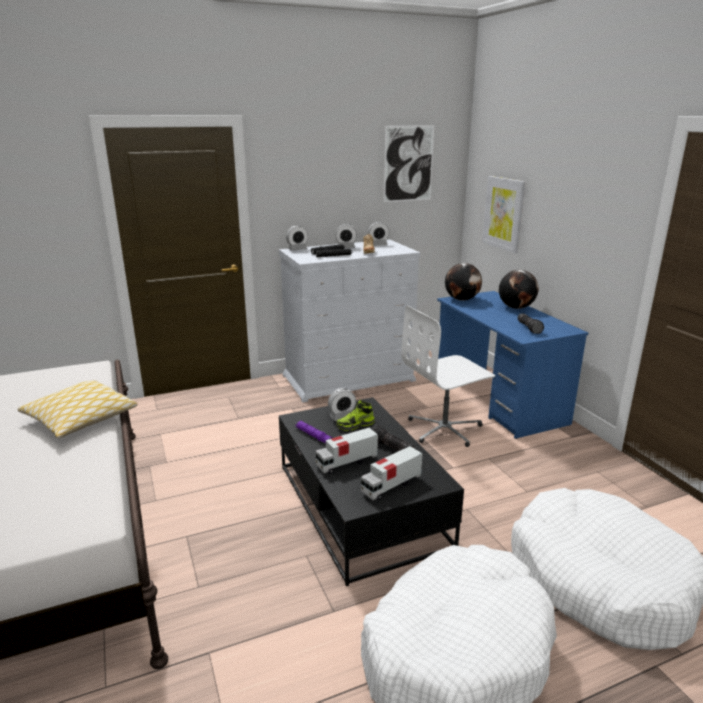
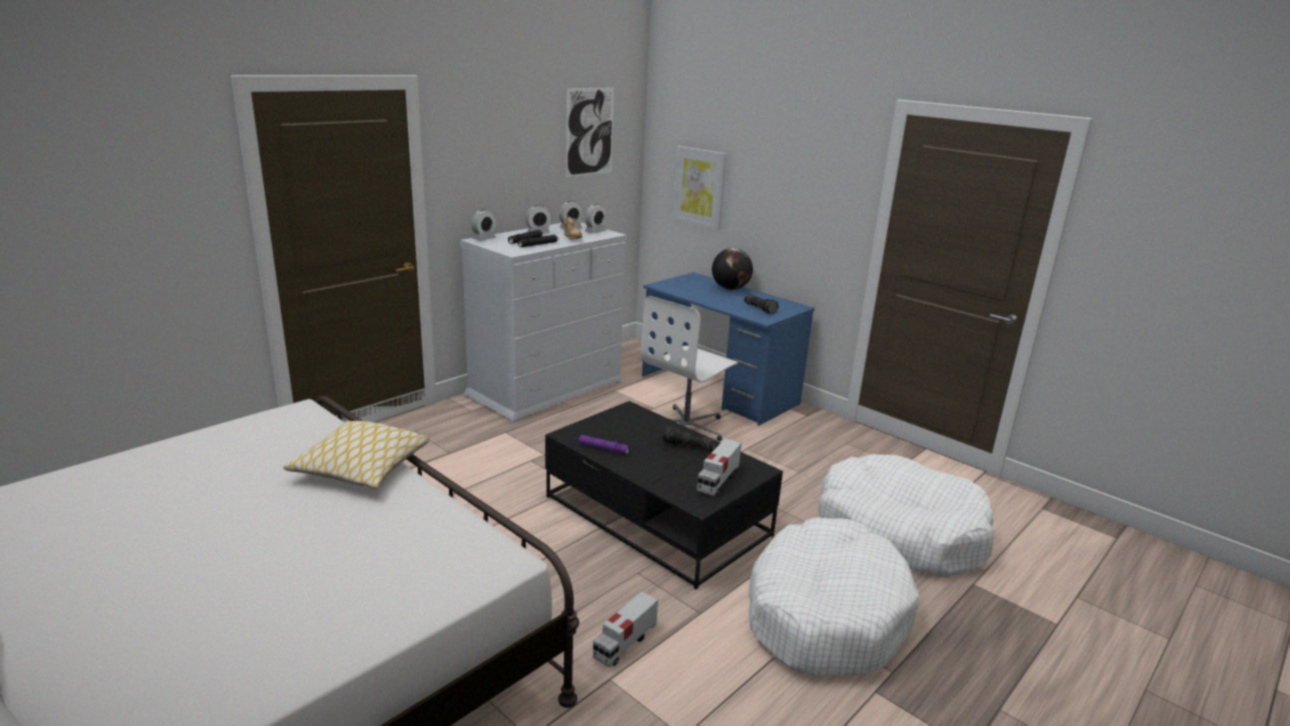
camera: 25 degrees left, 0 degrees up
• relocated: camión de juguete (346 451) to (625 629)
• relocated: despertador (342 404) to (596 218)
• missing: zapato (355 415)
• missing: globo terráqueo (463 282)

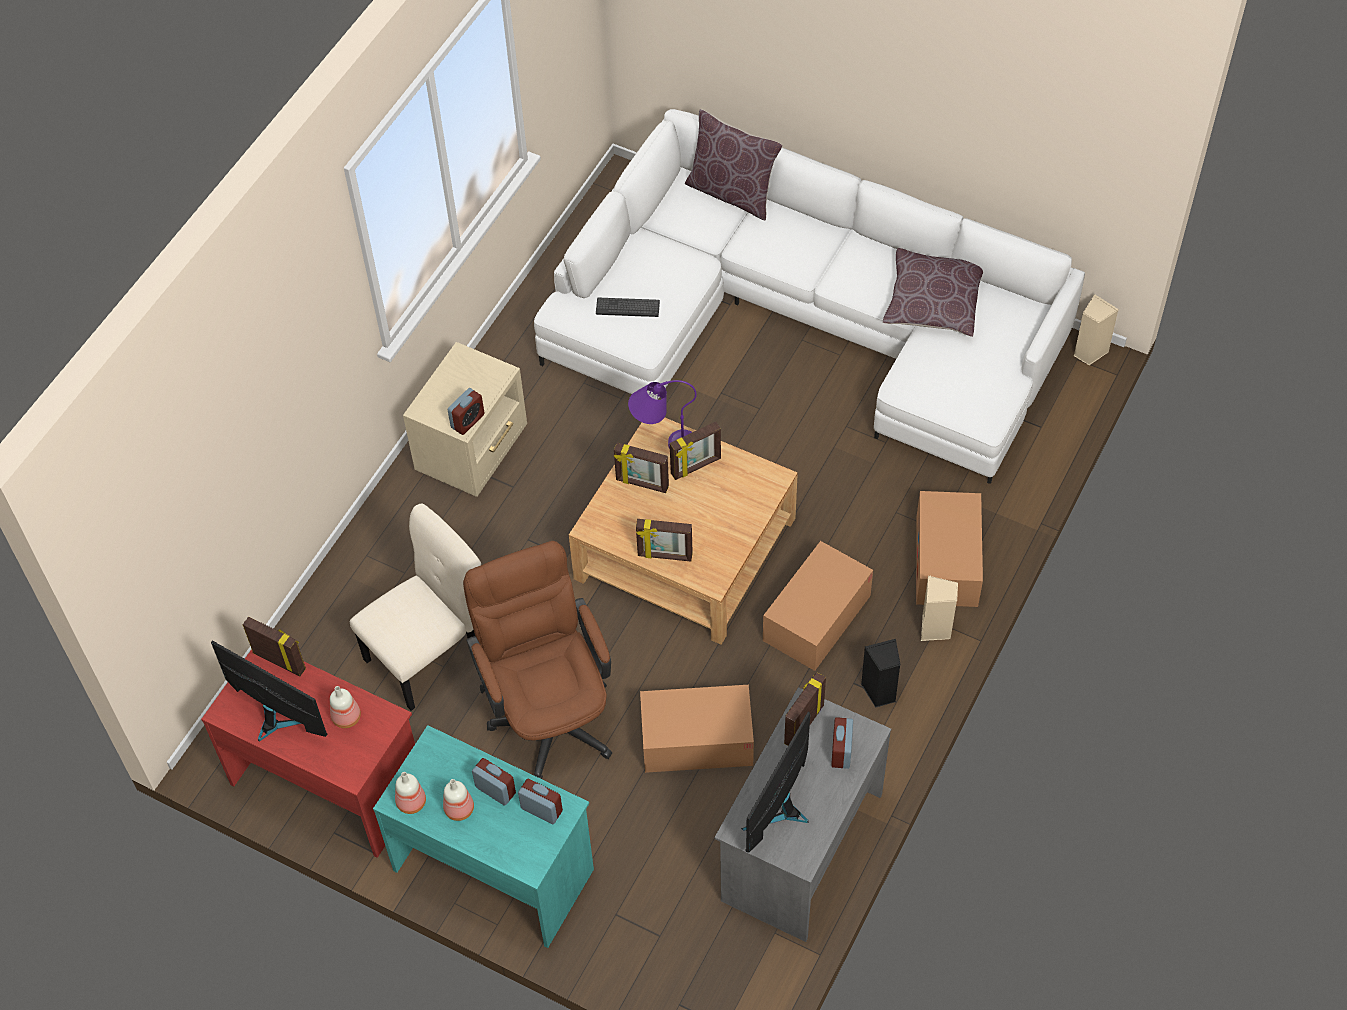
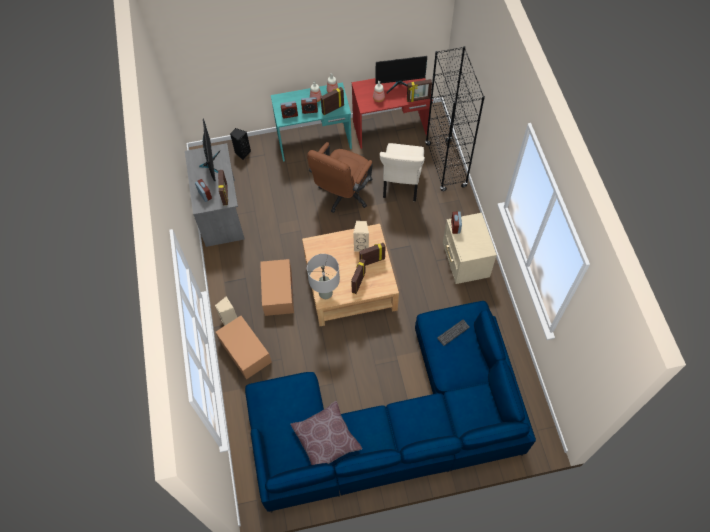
camera: 140 degrees right, 5 degrees up
• spun: silla de oficina (marrón) (537 660) = (340 177) 90 degrees clockwise
• colour: sofá (blanco) (809 296) to sofá (azul) (390 407)
• missing: lámpara de mesa (morado) (662 414)
• relocated: portarretratos (664 540) to (332 101)
• missing: caja de cartón (697 729)
• missing: cojín (marrón) (733 165)
• relocated: altavoz (negro) (881 673) to (240 144)
• relocated: altavoz (beis) (1096 329) to (361 236)
• appeared: lámpara de mesa (gris) (323 276)
• appeared: estantería (negro) (455 118)

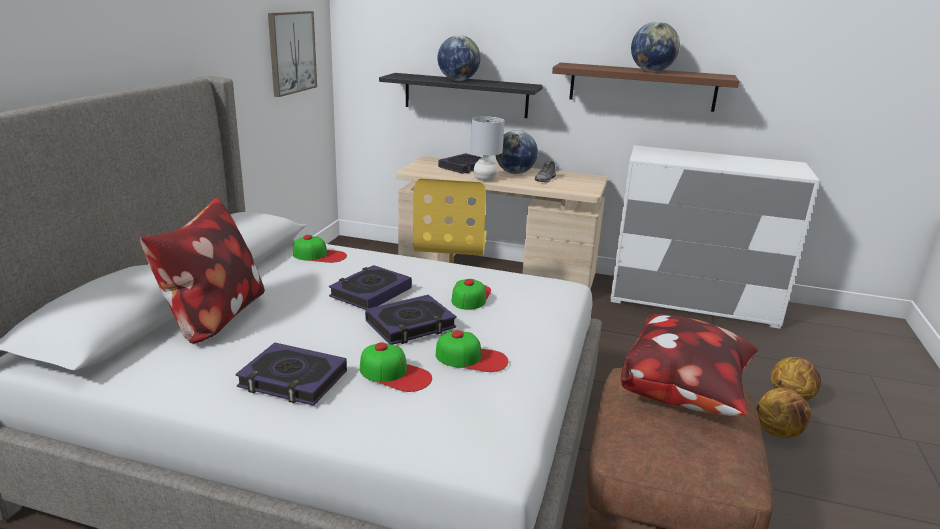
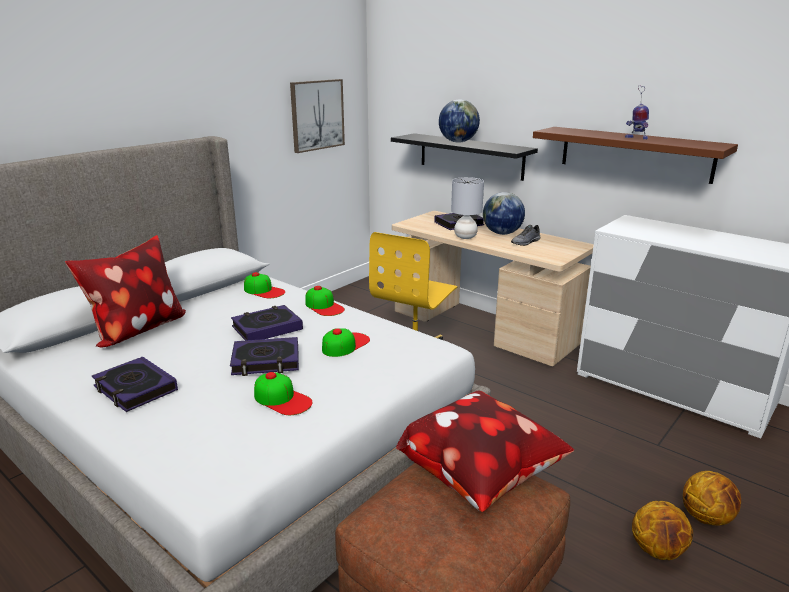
camera: 25 degrees right, 0 degrees up
• relocated: gorra (396 367) to (325 301)
• exchanged: globo terráqueo (655 47) to robot de juguete (637 112)

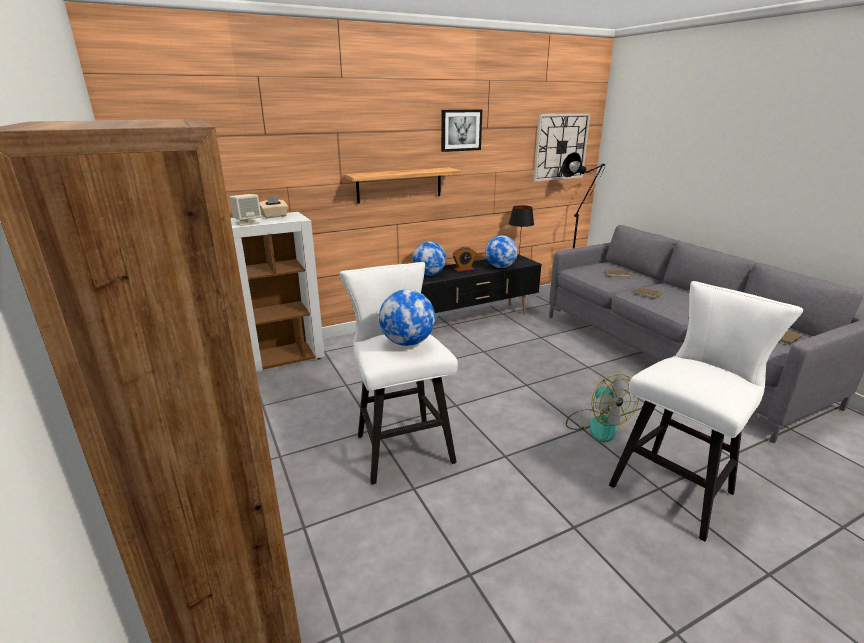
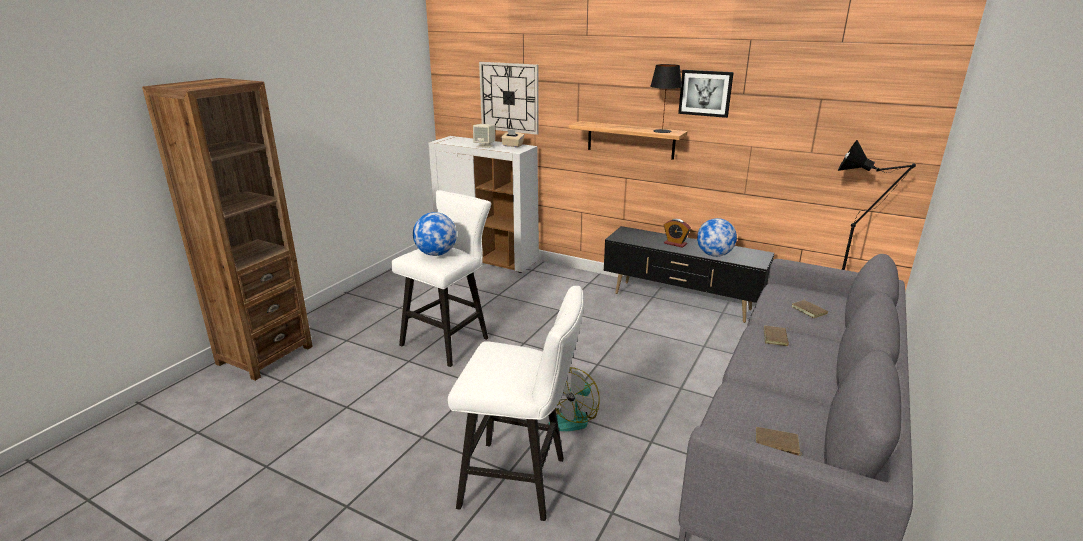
camera: 55 degrees right, 0 degrees up
• missing: globo terráqueo (429 258)
• relocated: lámpara de mesa (negro) (521 232) to (666 98)
• relocated: reloj de pared (562 147) to (509 98)

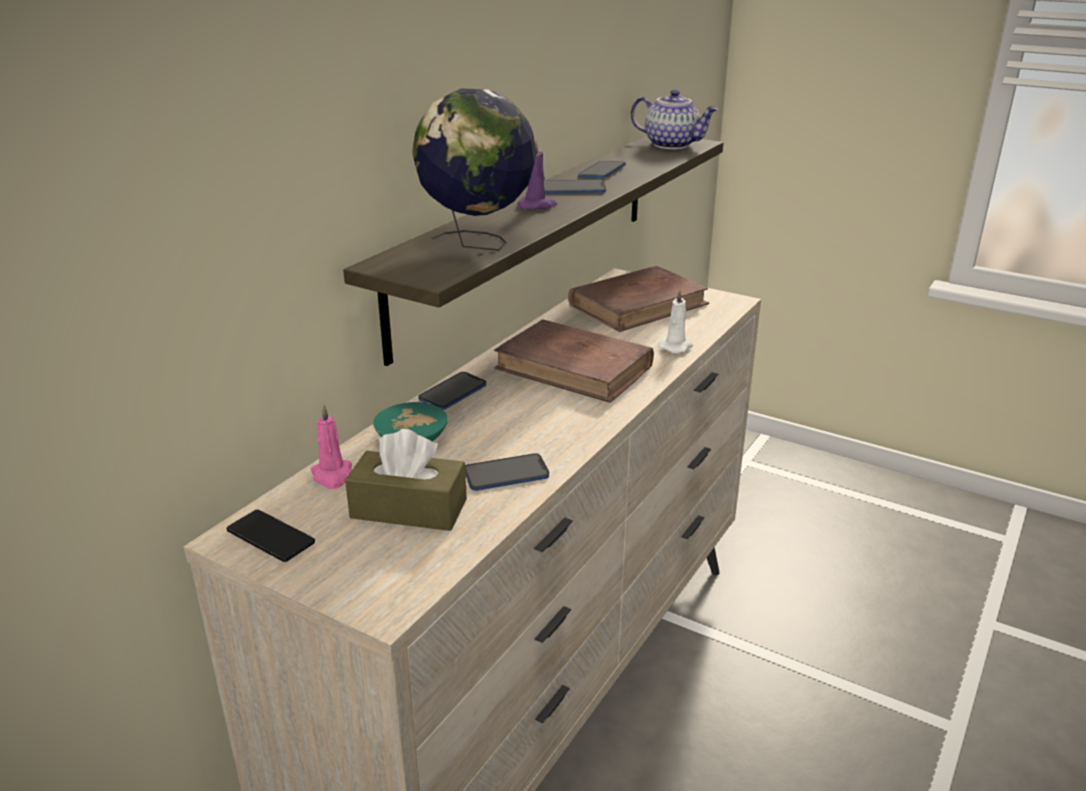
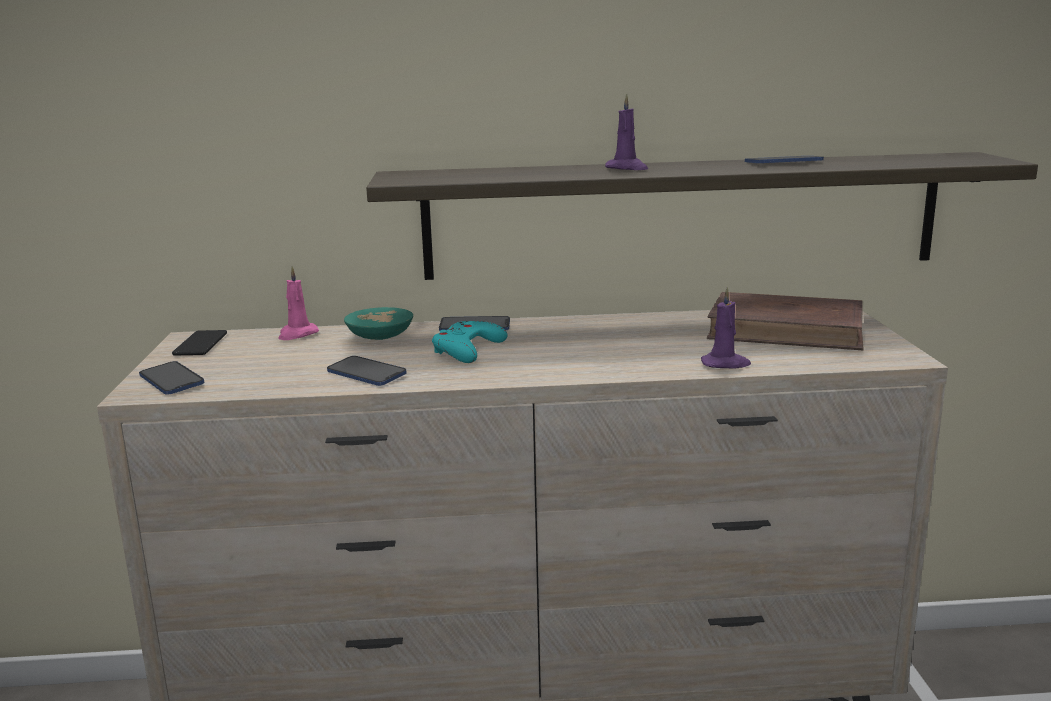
camera: 55 degrees right, 10 degrees down
• missing: caja de pañuelos (marrón) (406 480)
• missing: globo terráqueo (474 170)
• missing: libro (marrón) (574 361)
• relocated: móvil (575 186) to (171 378)
• missing: tetera (675 119)
• colour: vela (blanco) (675 321) to vela (morado) (726 328)
• appeared: mando de consola (turquesa) (470 342)

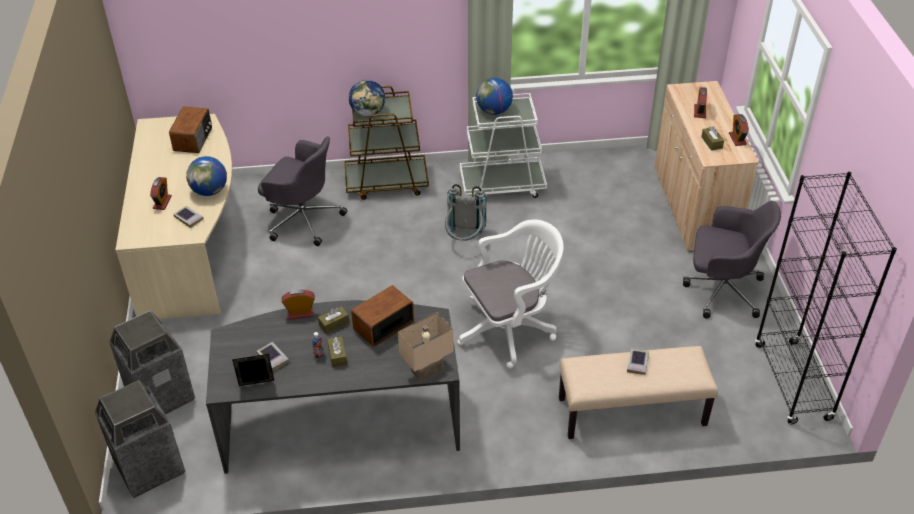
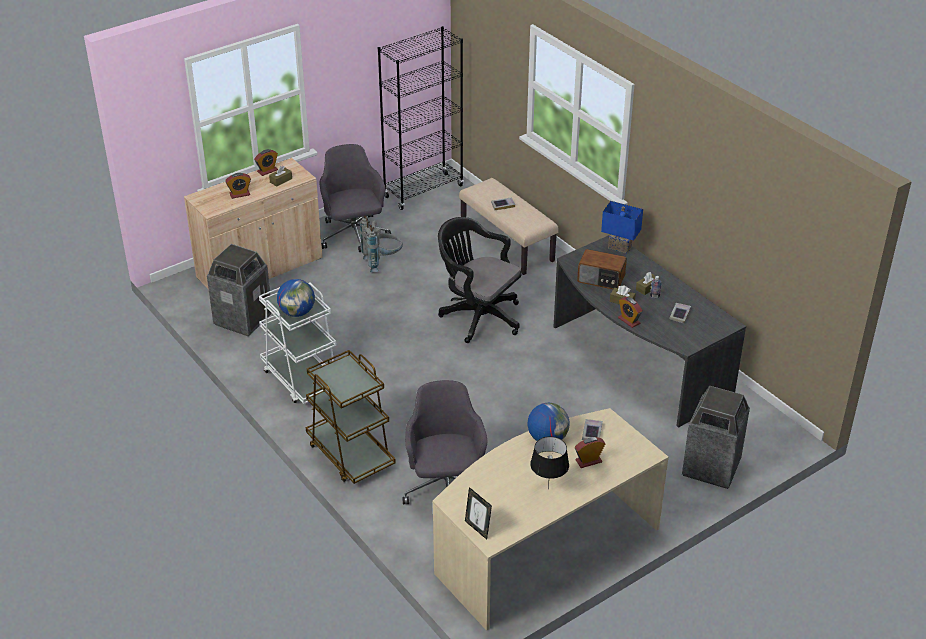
camera: 120 degrees left, 5 degrees down
• relocated: papelera (139 439) to (239 290)
• missing: radio (190 129)
• relocated: portarretratos (253 370) to (478 513)
• missing: globo terráqueo (367 98)
• colour: lámpara de mesa (beis) (426 347) to lámpara de mesa (azul) (622 227)
• relocated: mochila (gris) (466 212) to (381 244)
• colour: silla de oficina (blanco) (510 294) to silla de oficina (negro) (480 280)
• appeared: lámpara de mesa (negro) (549 463)

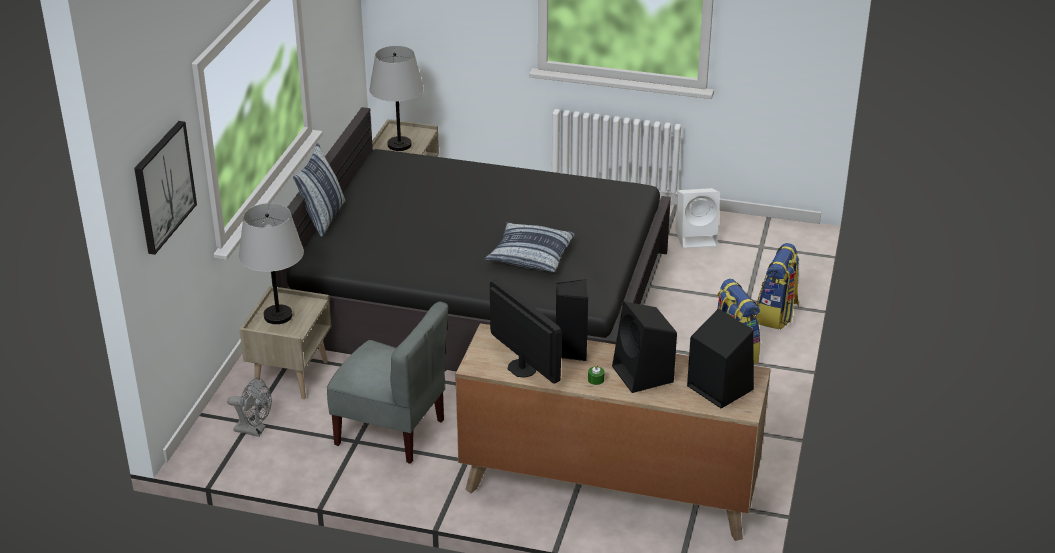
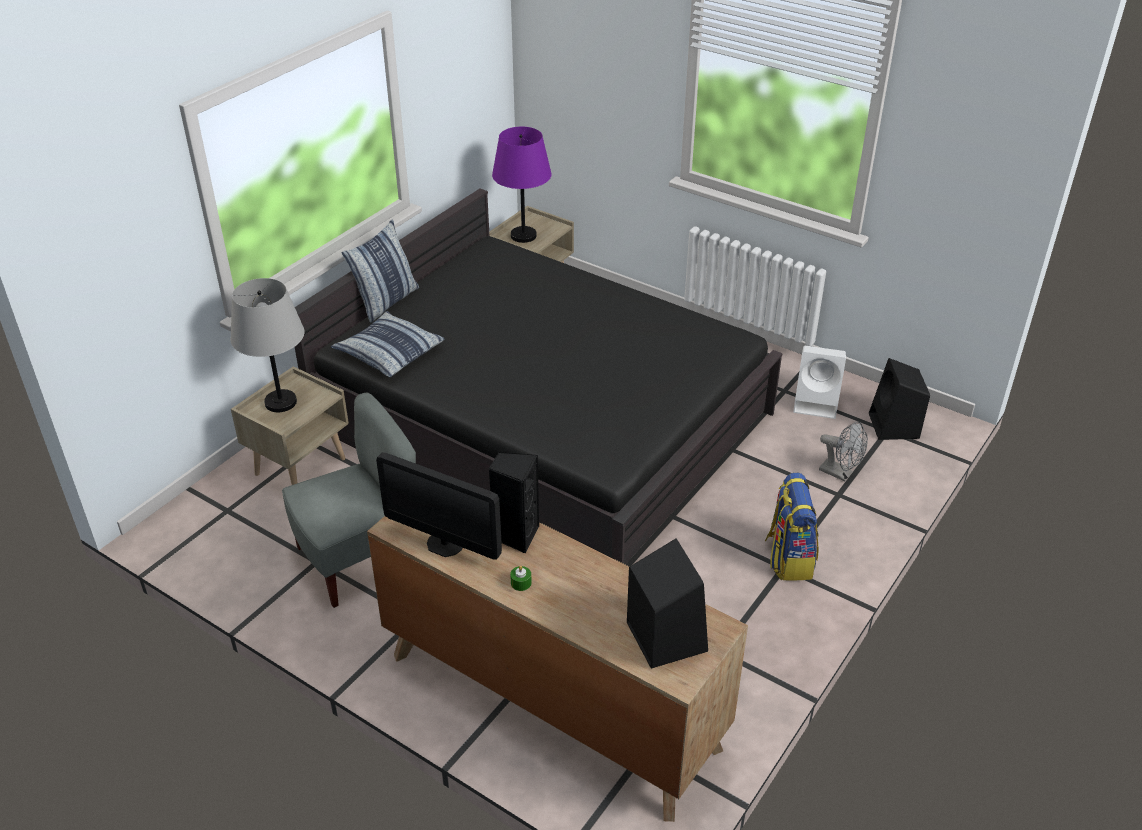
camera: 20 degrees right, 5 degrees up
• missing: cuadro (165 188)
• relocated: ventilador (gris) (249 407) to (843 451)
• spun: silla (gris) (387 383) = (349 500) 75 degrees counterclockwise
• colour: lámpara de mesa (gris) (396 98) to lámpara de mesa (morado) (522 185)
• relocated: cojín (530 247) to (387 344)
• spun: monitor (525 331) = (439 506) 135 degrees clockwise
• relocated: altavoz (negro) (644 347) to (899 399)
• missing: mochila (778 286)

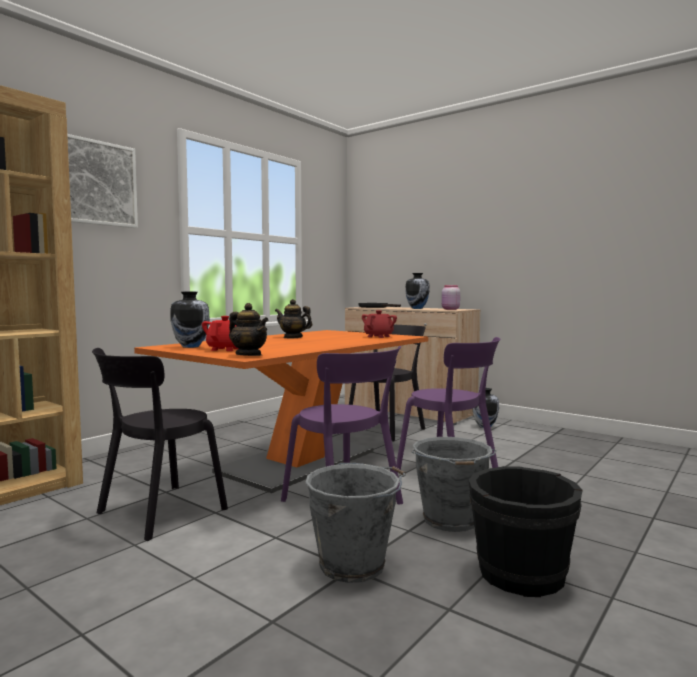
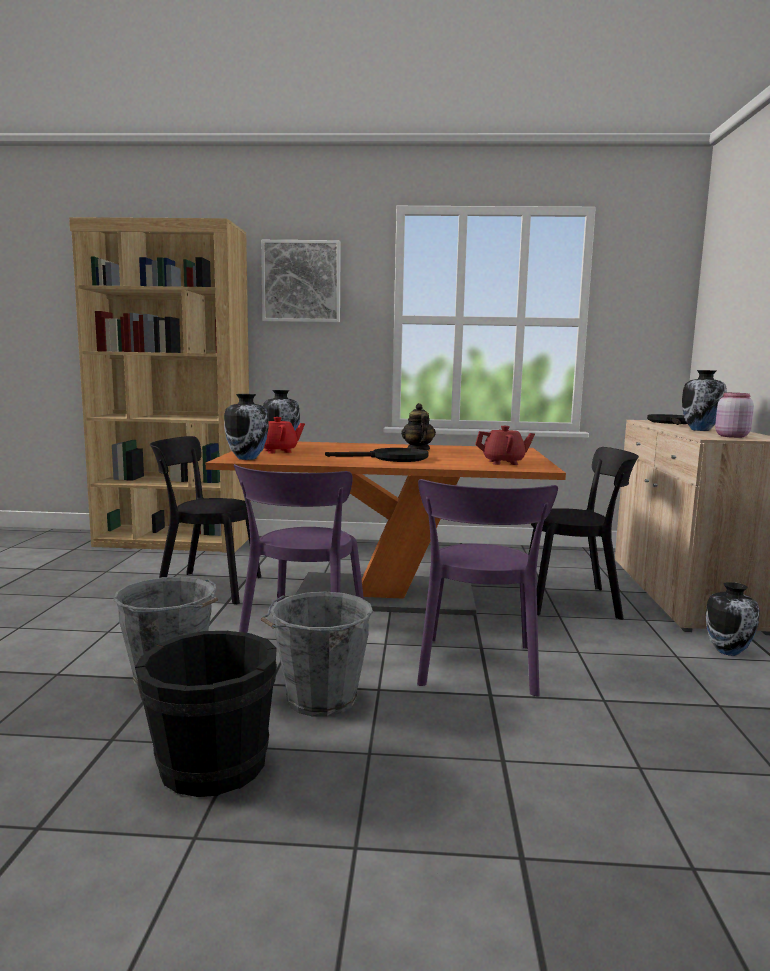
camera: 55 degrees right, 5 degrees up
• exchanged: tetera (249 329) to florero (246 427)
• appeared: sartén (negro) (376 455)

